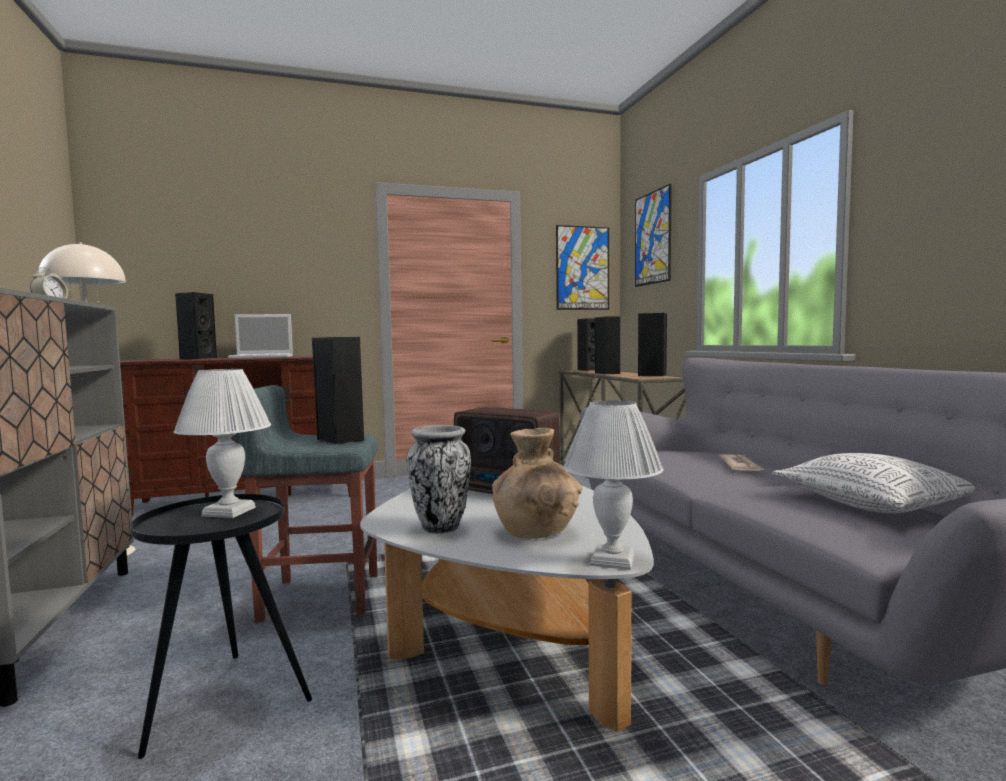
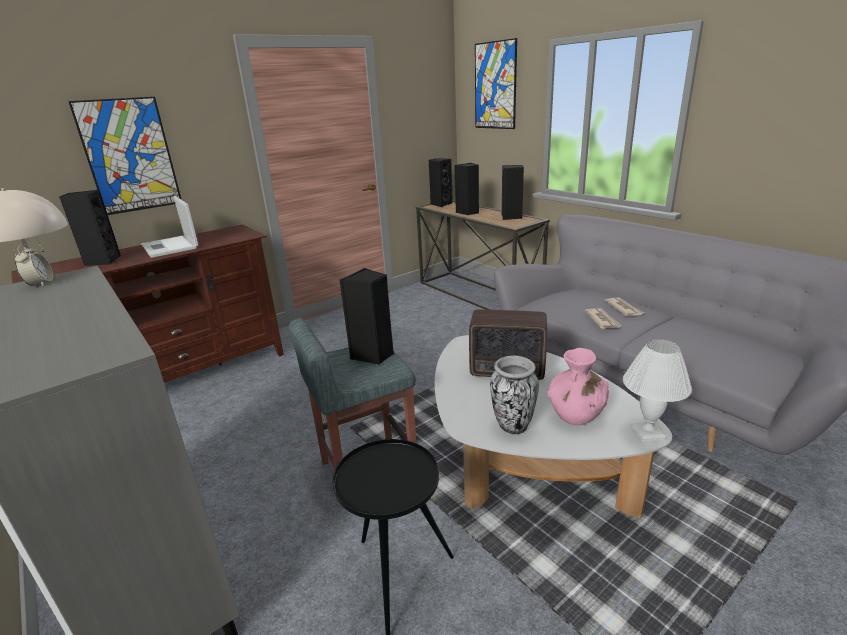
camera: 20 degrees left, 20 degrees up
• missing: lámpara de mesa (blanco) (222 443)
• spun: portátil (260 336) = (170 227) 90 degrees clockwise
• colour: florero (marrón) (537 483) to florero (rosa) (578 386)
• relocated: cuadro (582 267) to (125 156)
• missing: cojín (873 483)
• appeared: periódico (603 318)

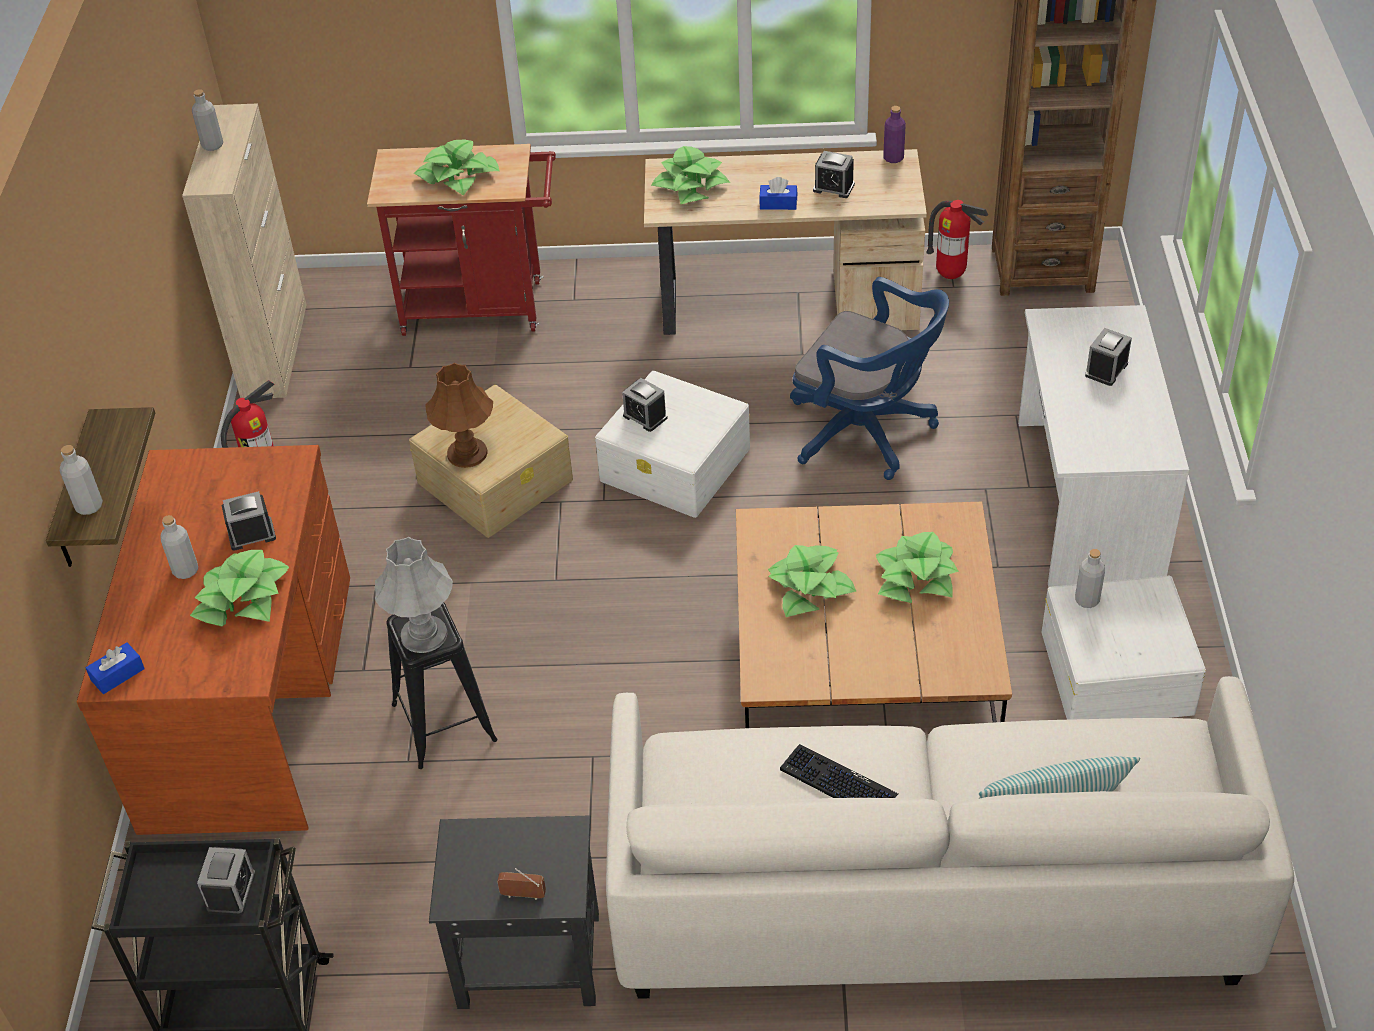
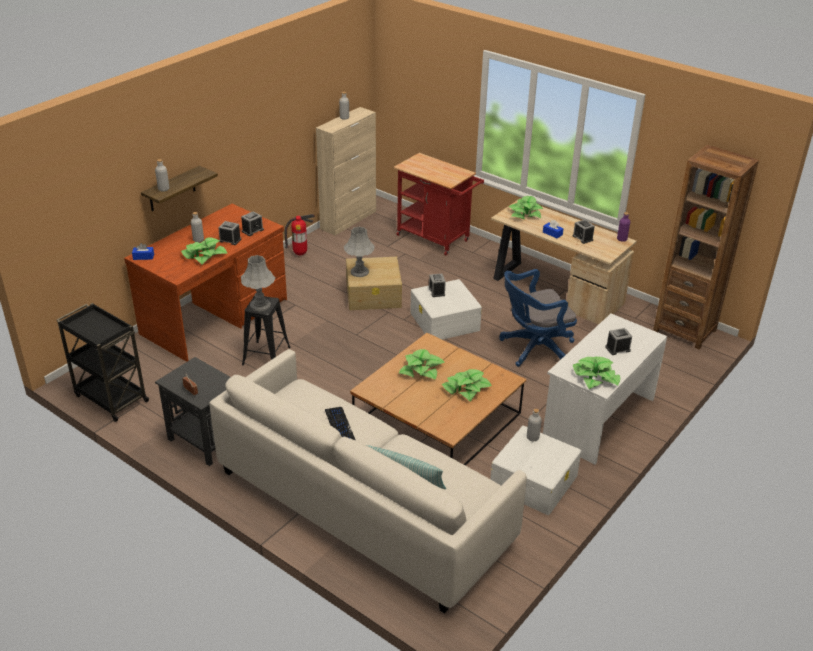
camera: 35 degrees right, 10 degrees down
• relocated: despertador (226 881) to (252 223)
• relocated: planta en maceta (456 167) to (596 373)
• colour: lámpara de mesa (marrón) (459 415) to lámpara de mesa (gris) (359 252)
• spun: silla de oficina (azul) (869 378) = (538 318) 90 degrees clockwise
• missing: extintor (957 239)

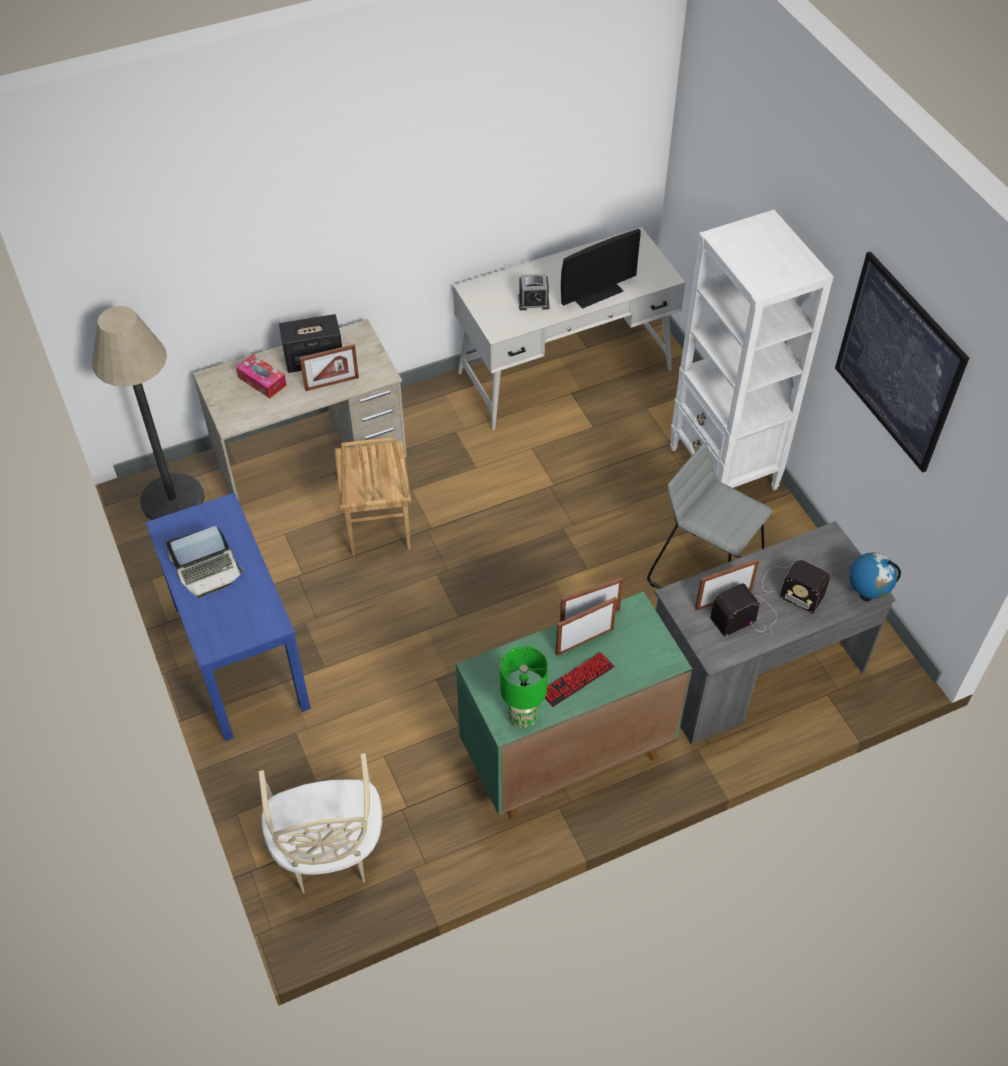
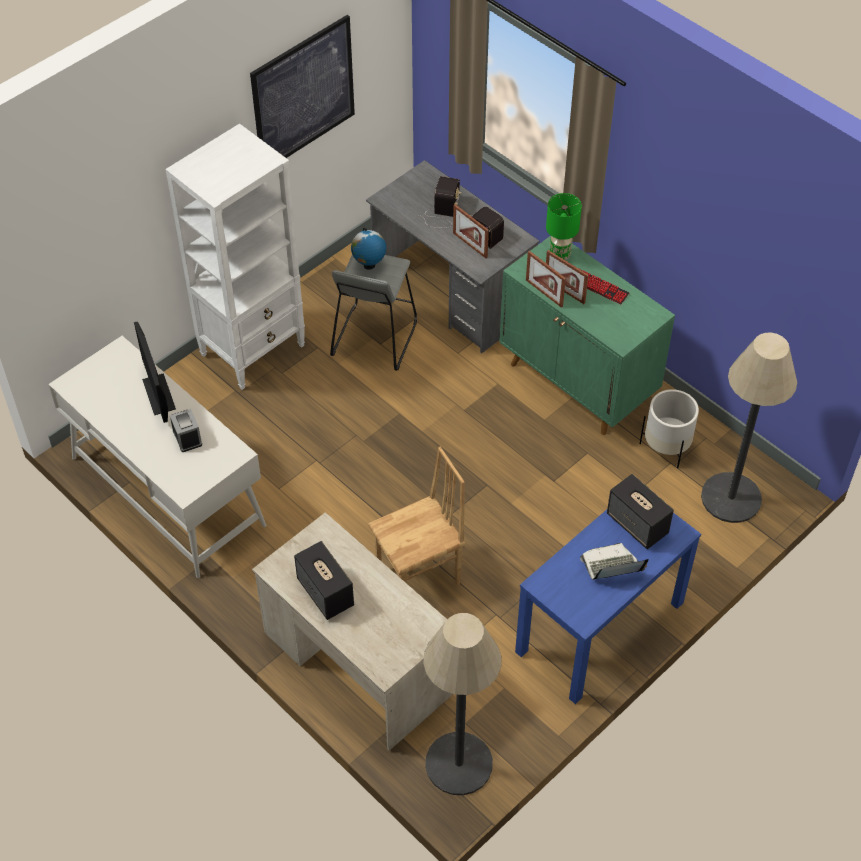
camera: 110 degrees left, 0 degrees up
• spun: portátil (204 562) = (614 561) 60 degrees counterclockwise
• missing: caja de pañuelos (261 376)
• exchanged: silla (beis) (320 823) to lámpara de pie (749 428)
• missing: portarretratos (329 367)
• relocated: lámpara de mesa (verde) (524 687) to (564 226)
• spun: monitor (601 268) = (155 372) 150 degrees counterclockwise
• relocated: globo terráqueo (875 576) to (368 249)
• appeared: altavoz (640 511)
• appeared: maceta (blanco) (669 428)

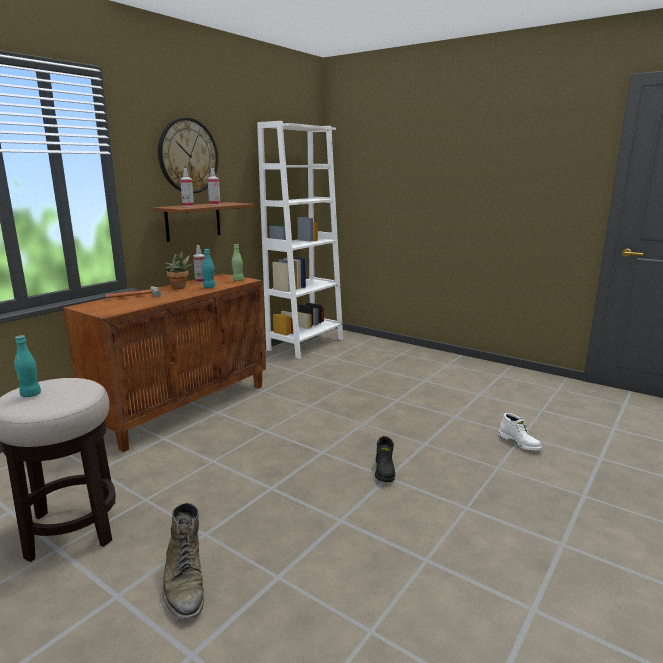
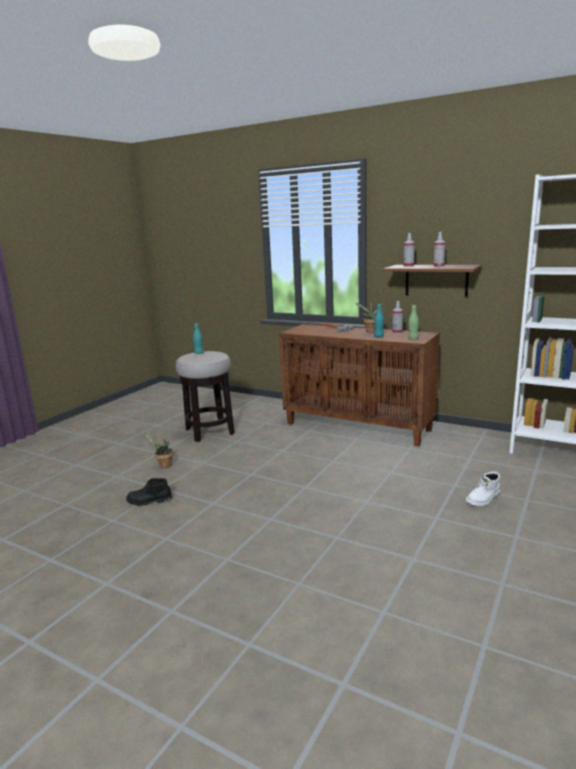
camera: 85 degrees right, 0 degrees up
• missing: reloj de pared (188 155)
• exchanged: bota (verde) (183 561) to planta en maceta (158 450)
• relocated: bota (negro) (385 459) to (149 492)
• relocated: bota (blanco) (520 431) to (483 489)

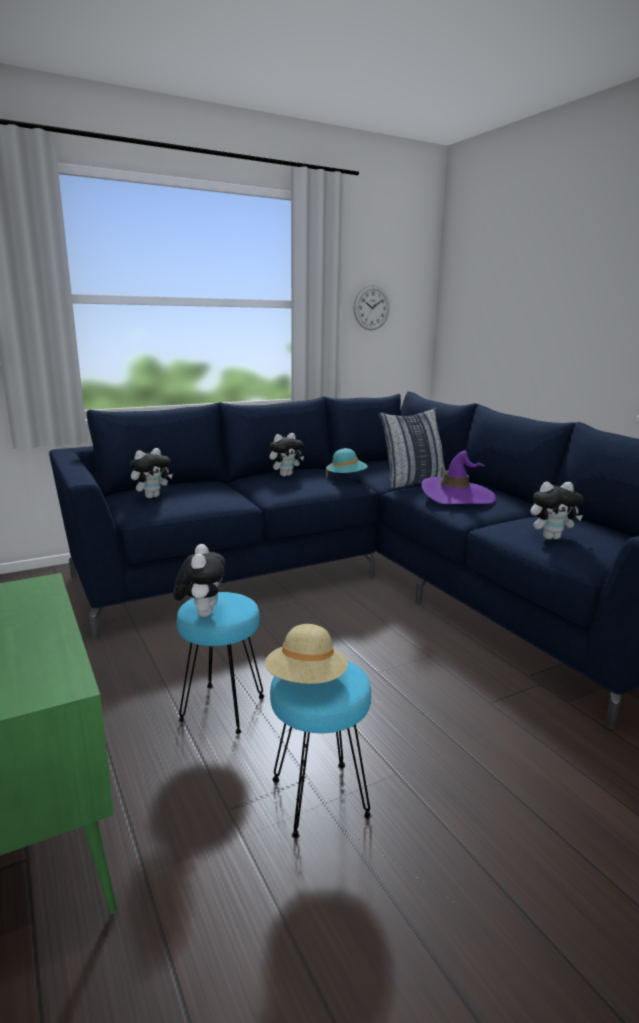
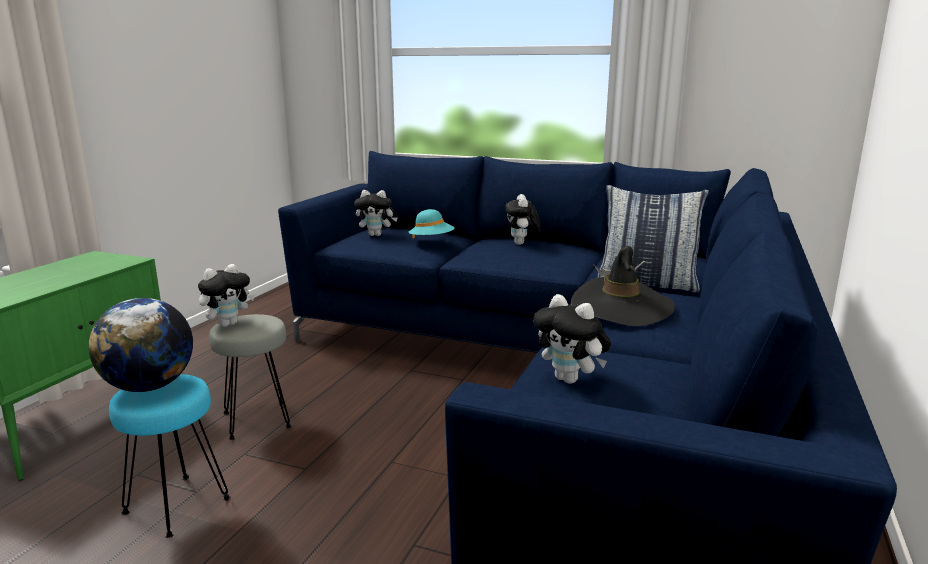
camera: 50 degrees right, 0 degrees up
• colour: taburete (turquesa) (221 663) to taburete (gris) (250 377)
• exchanged: sombrero (beis) (306 654) to globo terráqueo (141 345)
• spun: peluche (286 455) = (523 219) 75 degrees clockwise
• relocated: sombrero (turquesa) (347 463) to (431 223)
• missing: reloj de pared (371 307)
• colour: sombrero (morado) (458 477) to sombrero (negro) (623 286)

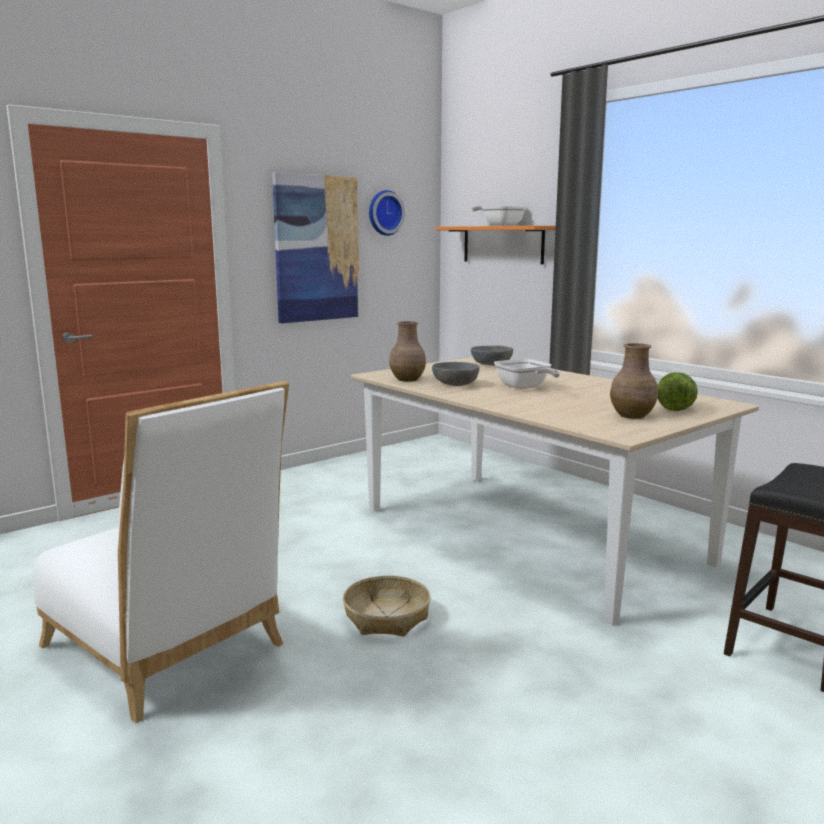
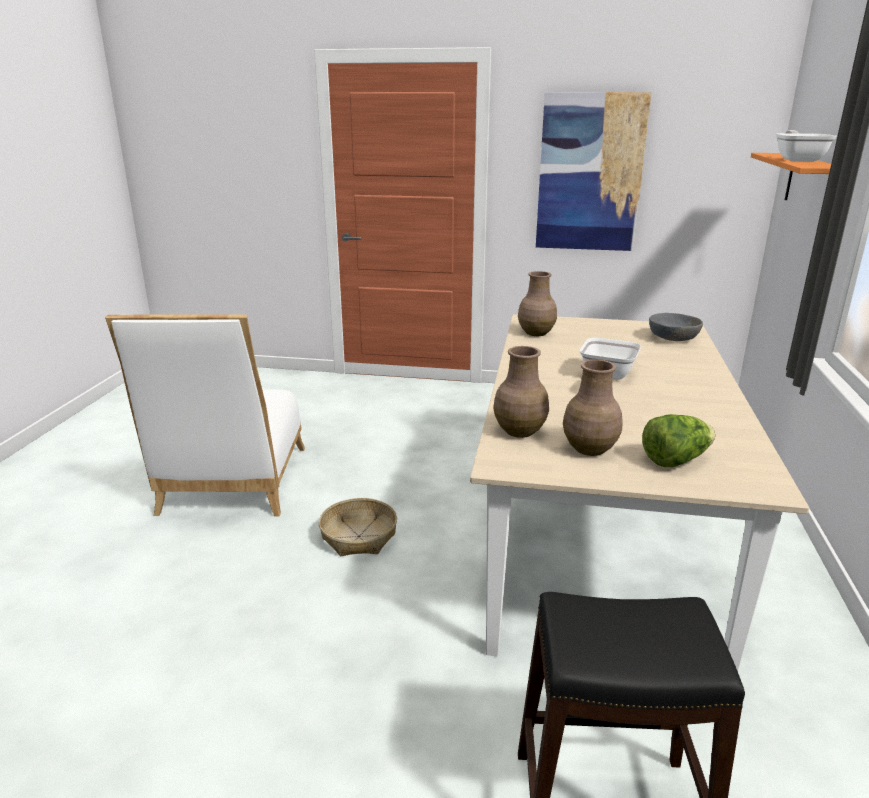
camera: 50 degrees right, 10 degrees up
• missing: reloj de pared (387 213)
• missing: cuenco (gris) (456 374)
• appeared: florero (marrón) (521 392)

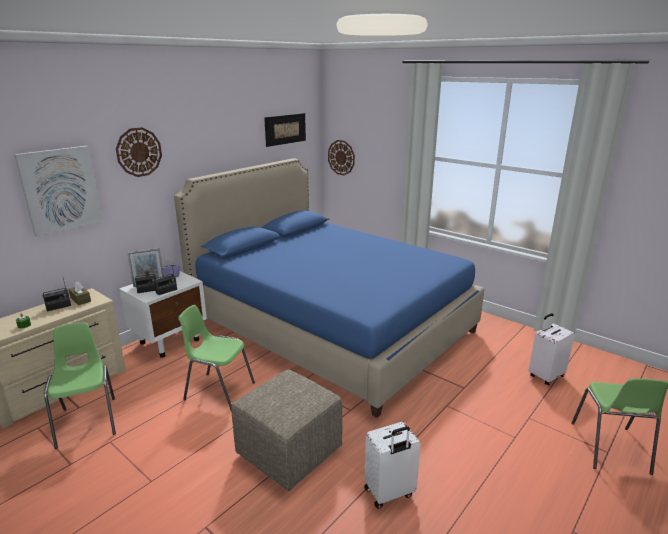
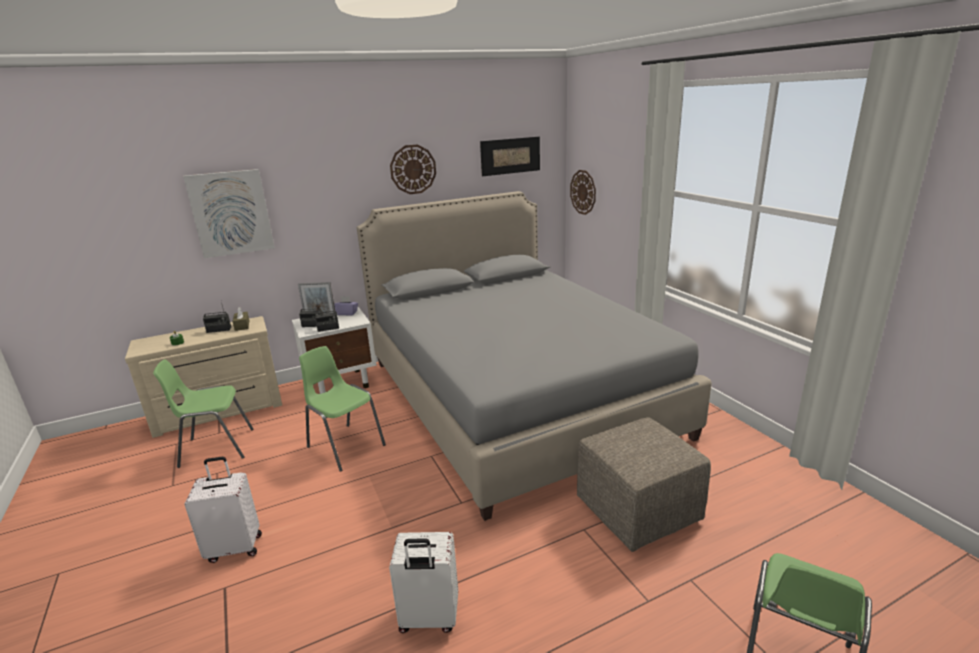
camera: 25 degrees right, 0 degrees up
• spun: silla (verde) (80 386) = (203 413) 105 degrees counterclockwise
• relocated: reloj de pared (139 152) to (413 169)
• colour: cama (azul) (329 288) to cama (gris) (534 356)
• relocated: puf (beis) (287 430) to (644 484)
• relocated: maleta (blanco) (551 349) to (223 510)

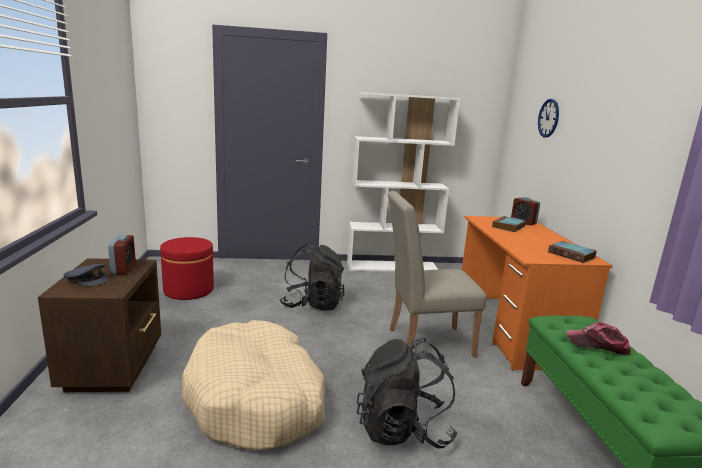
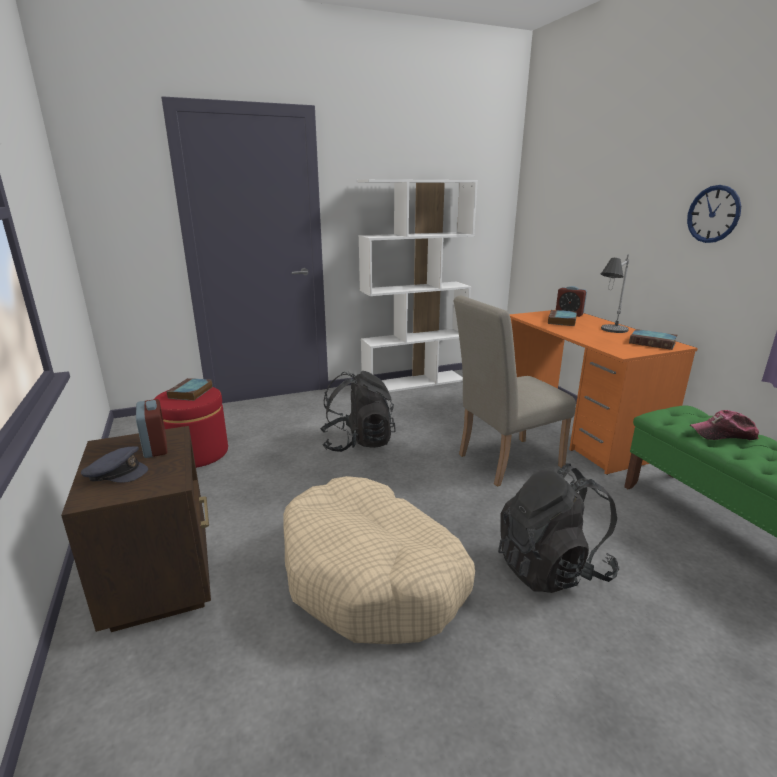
camera: 15 degrees left, 5 degrees up
• relocated: reloj de pared (548 118) to (714 214)
• appeared: libro (190 389)
• appeared: lámpara de mesa (615 293)

